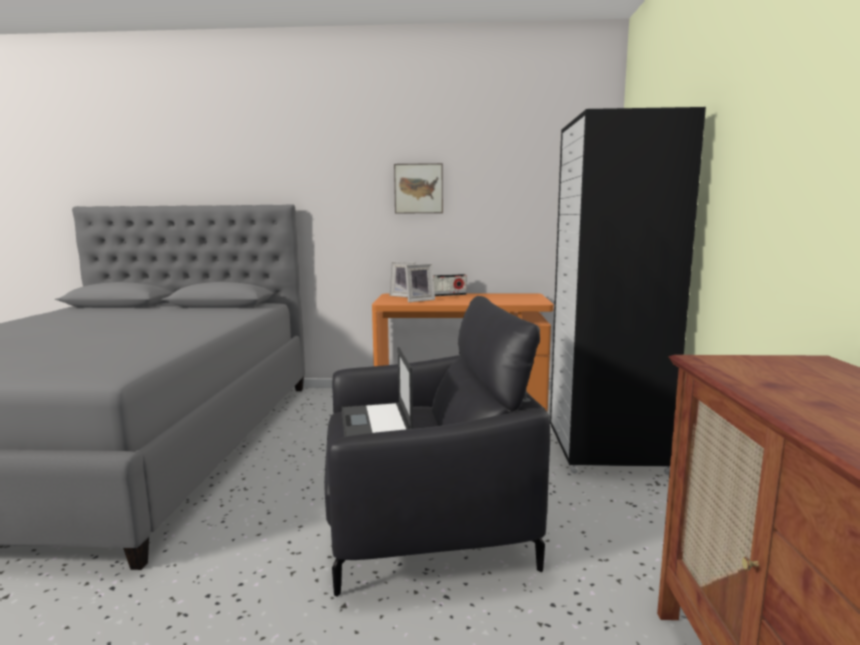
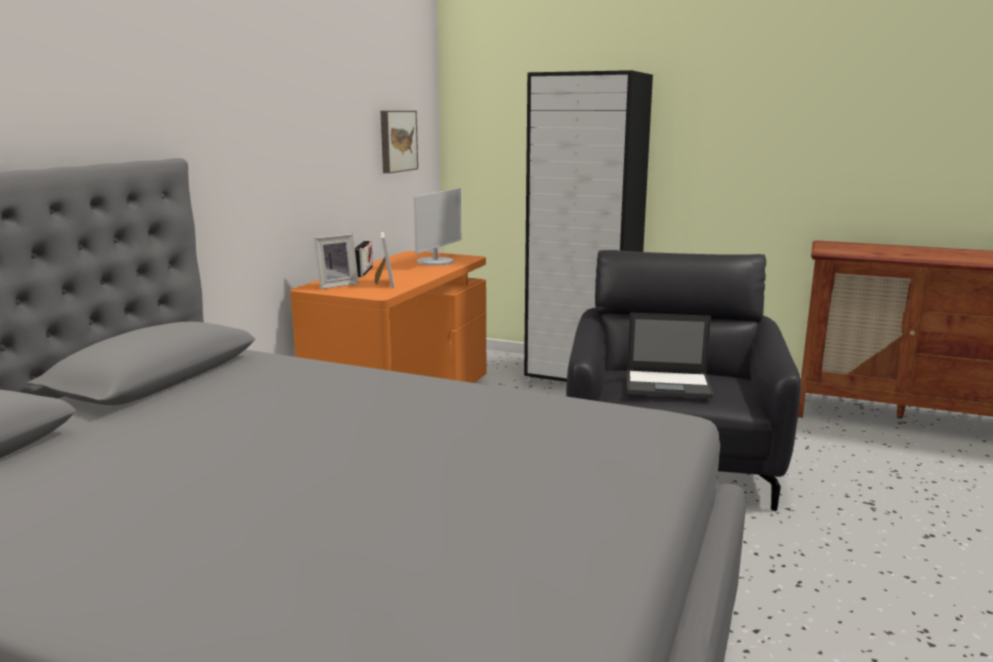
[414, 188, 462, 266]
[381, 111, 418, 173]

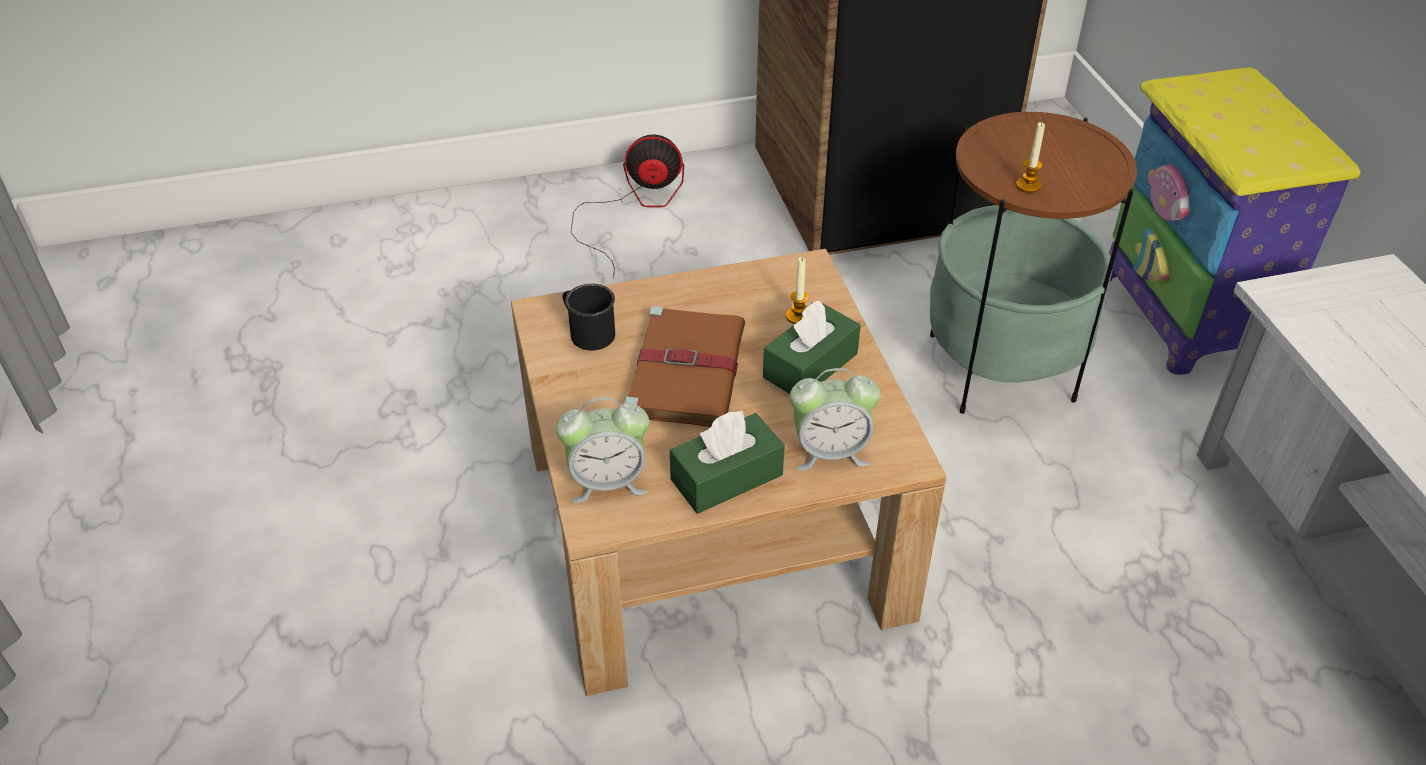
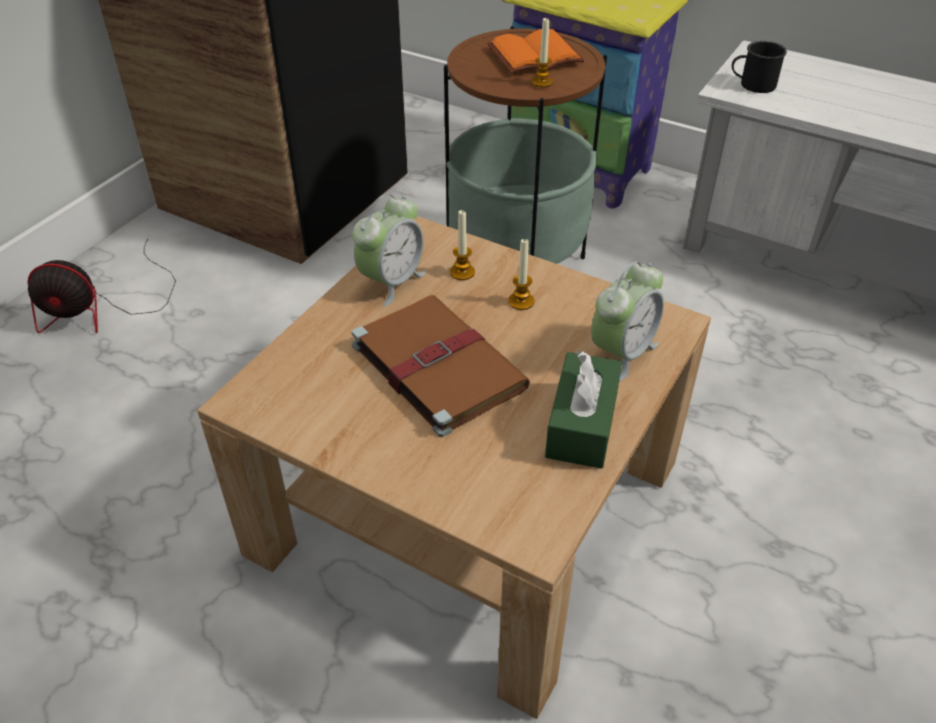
[487, 29, 585, 74]
[352, 194, 426, 306]
[732, 41, 787, 93]
[508, 238, 534, 310]
[28, 239, 176, 333]

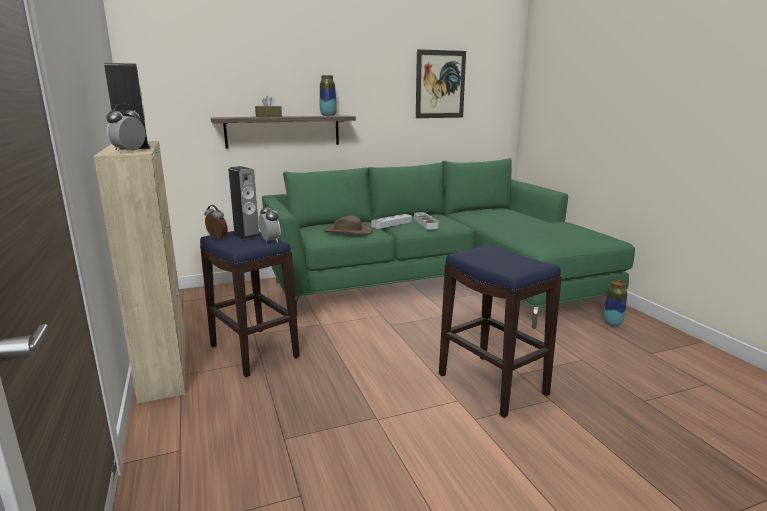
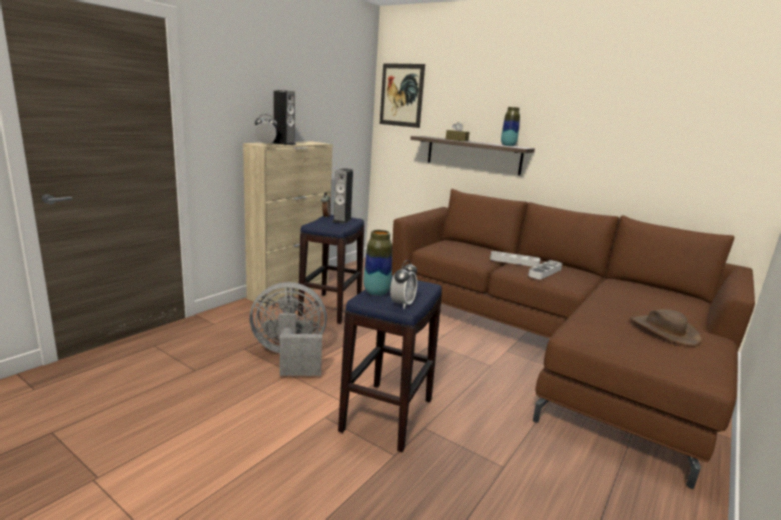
[250, 282, 327, 376]
[390, 260, 417, 309]
[630, 309, 702, 347]
[380, 63, 425, 128]
[364, 230, 392, 296]
[392, 189, 755, 489]

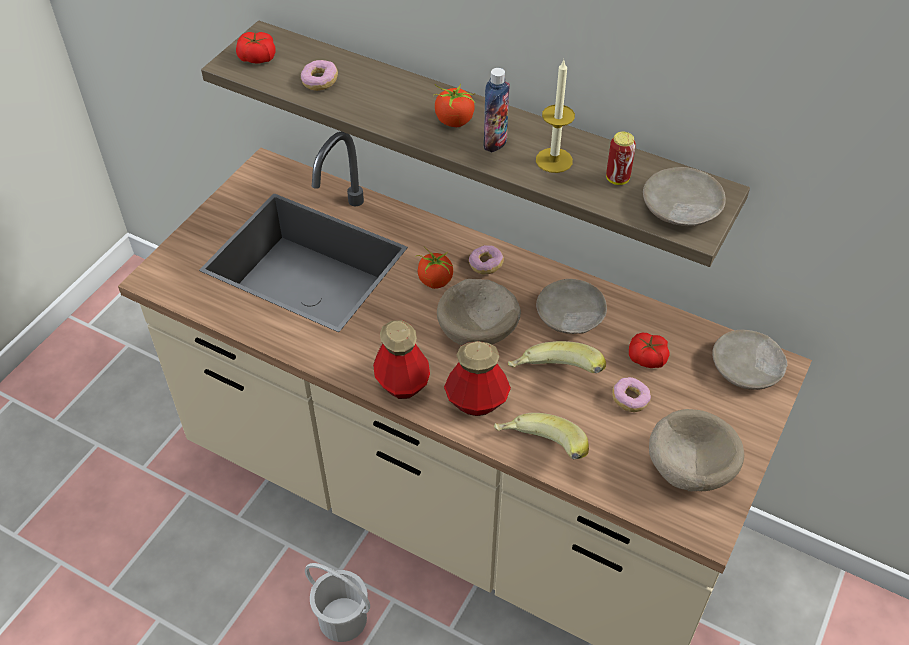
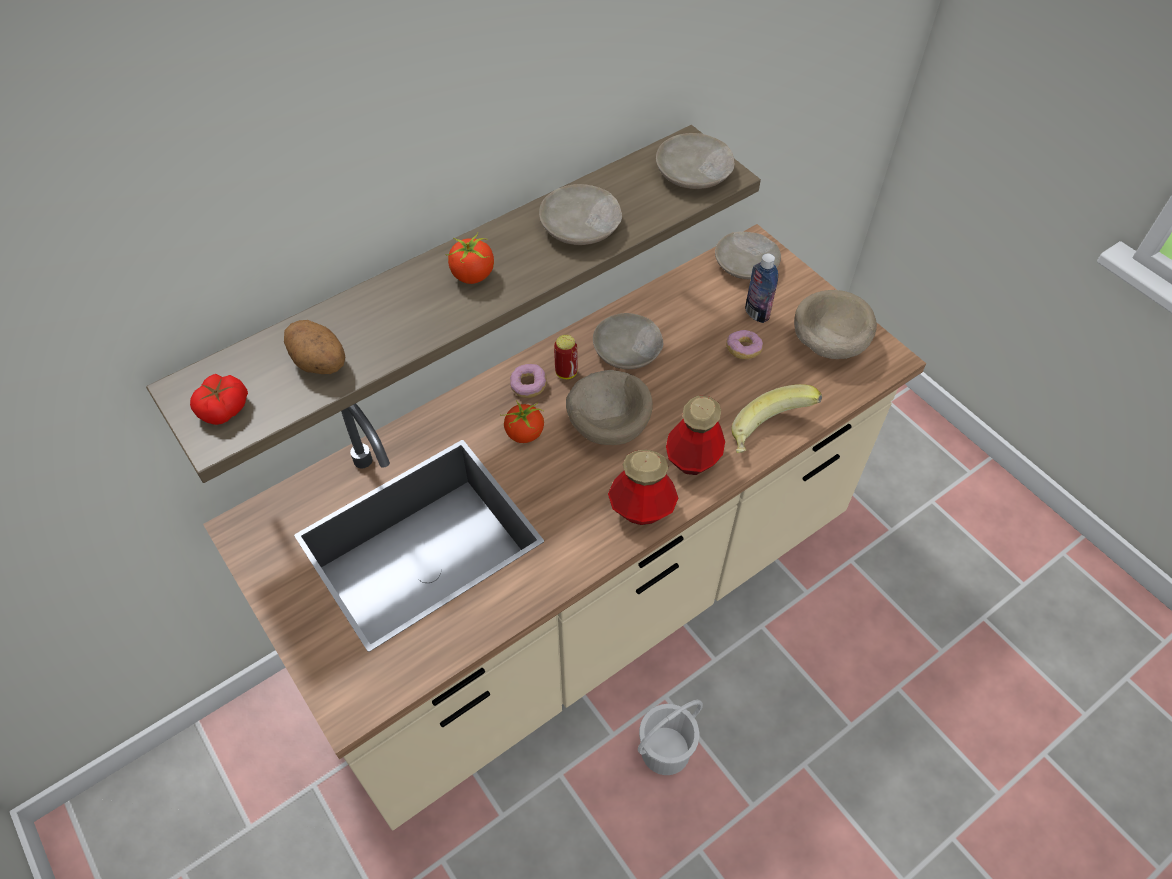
[508, 341, 606, 373] (first image)
[629, 333, 670, 368] (first image)
[745, 254, 778, 323]
[554, 335, 578, 379]
[284, 320, 345, 374]
[539, 184, 622, 245]

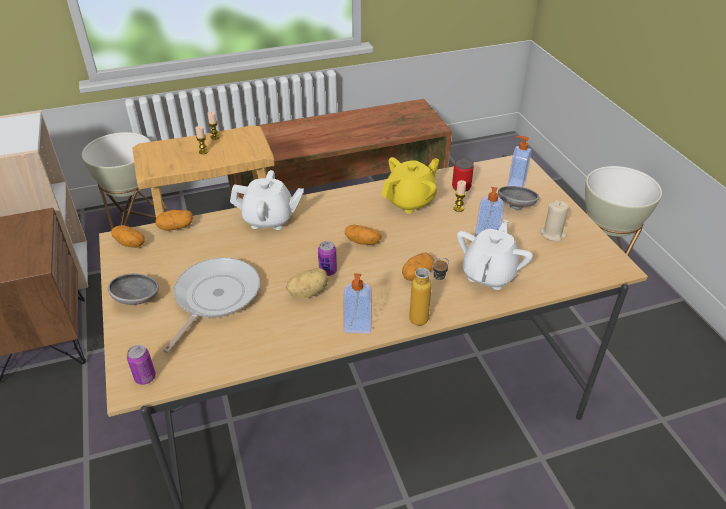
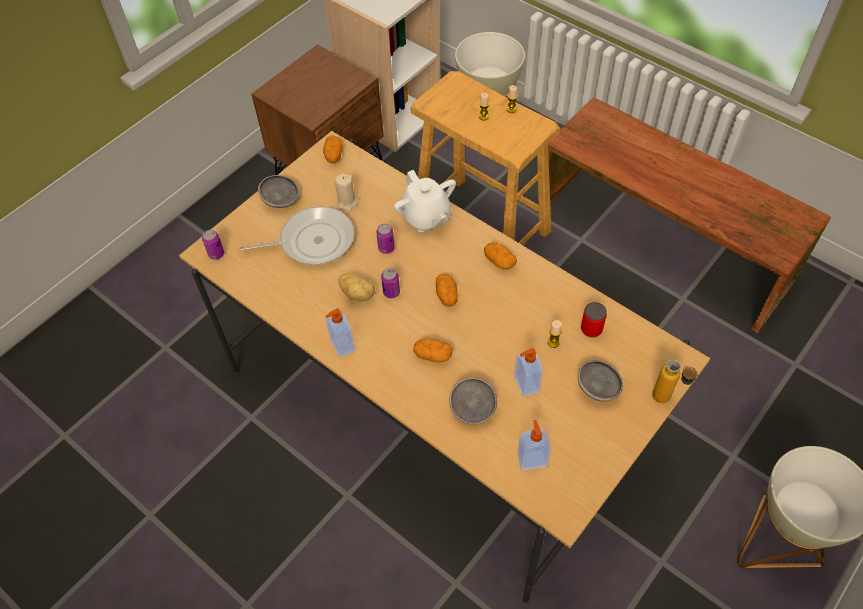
[381, 157, 439, 214] (first image)
[376, 224, 395, 254]
[484, 242, 517, 270]
[652, 359, 698, 403]
[517, 420, 551, 470]
[335, 173, 358, 211]
[449, 377, 497, 425]

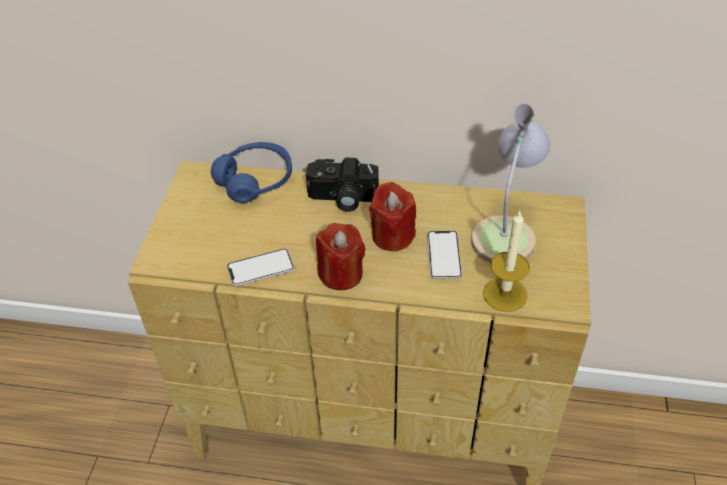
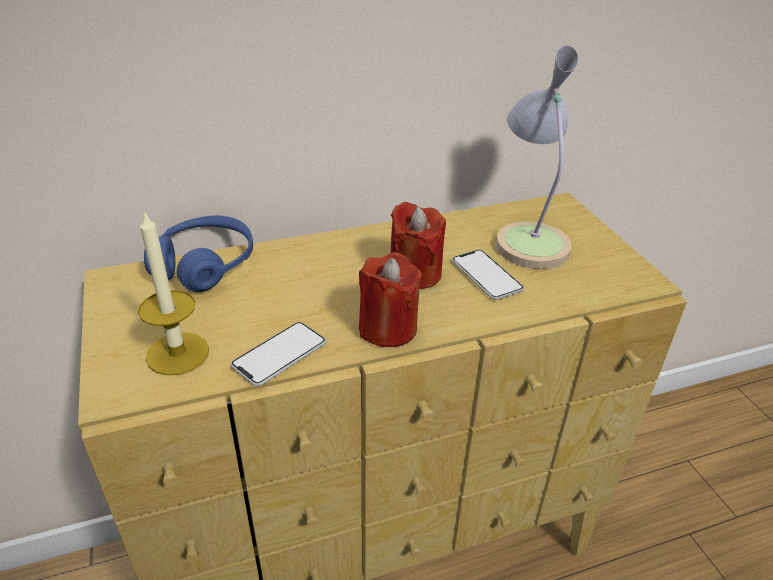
[306, 157, 379, 212] (first image)
[138, 210, 209, 376]

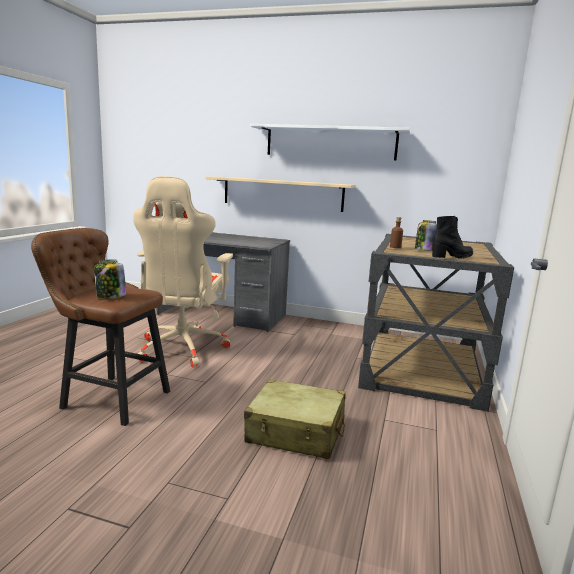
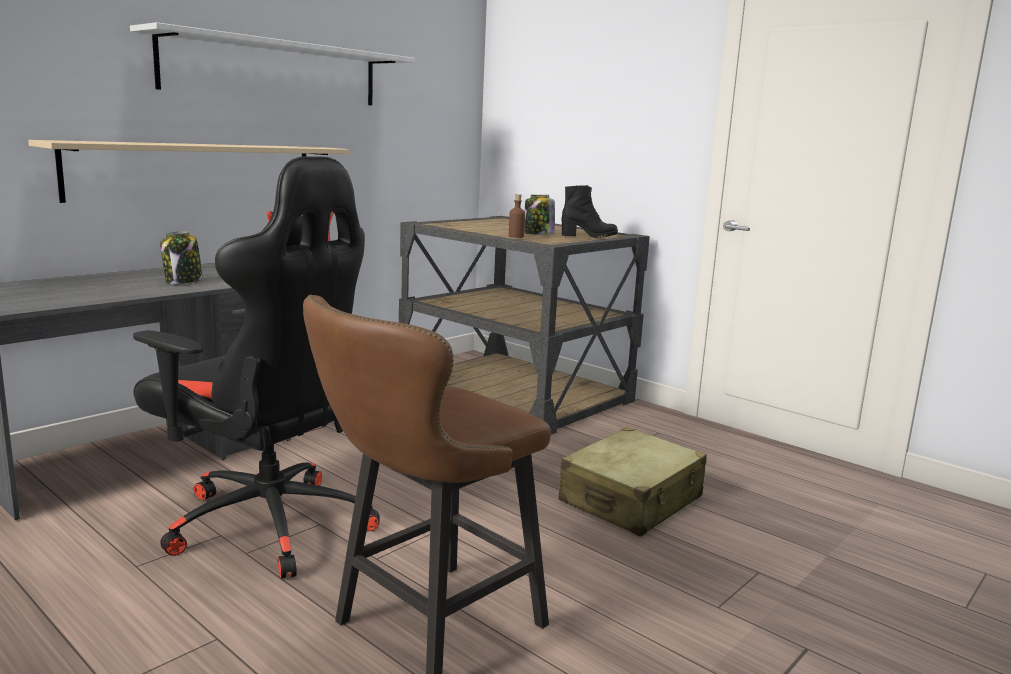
[160, 231, 203, 284]
[133, 156, 380, 578]
[562, 185, 618, 238]

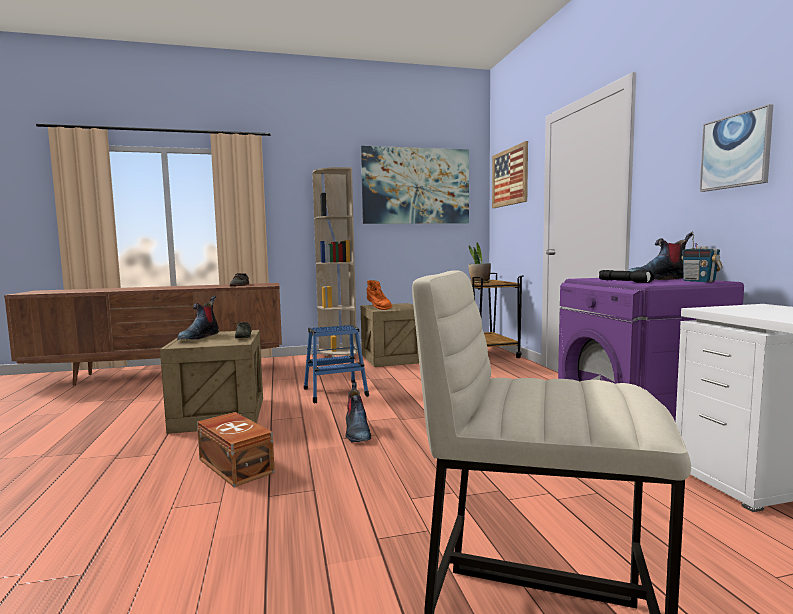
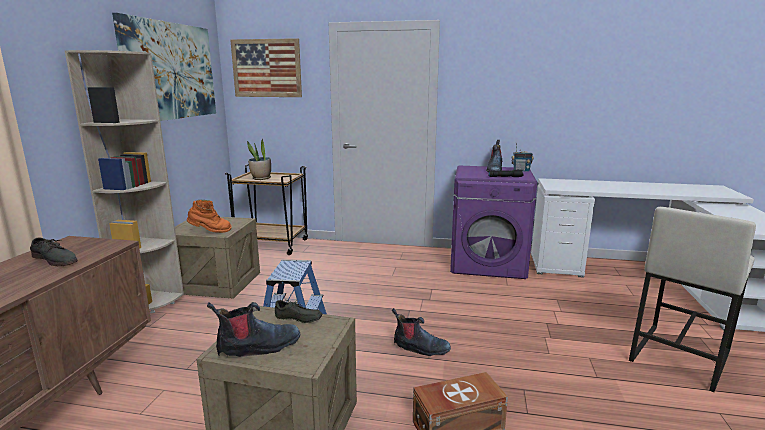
[700, 104, 773, 192] (first image)
[207, 302, 300, 357]

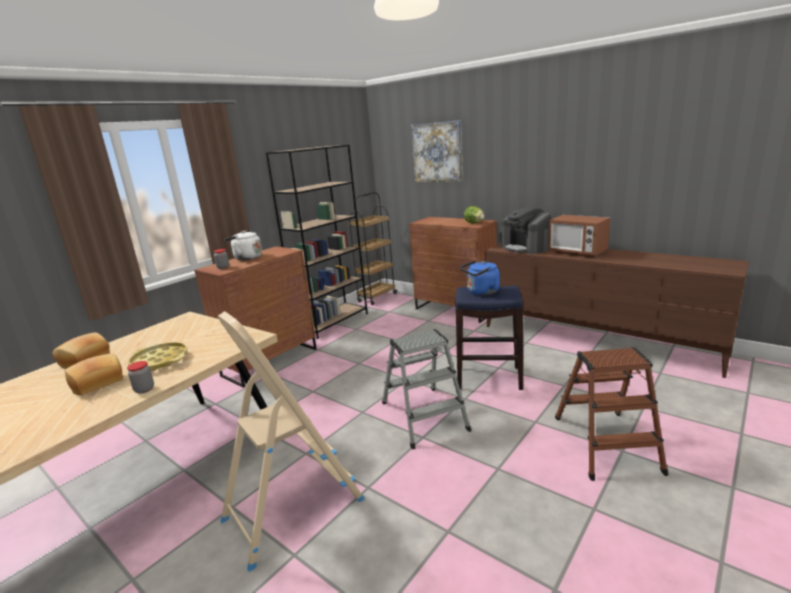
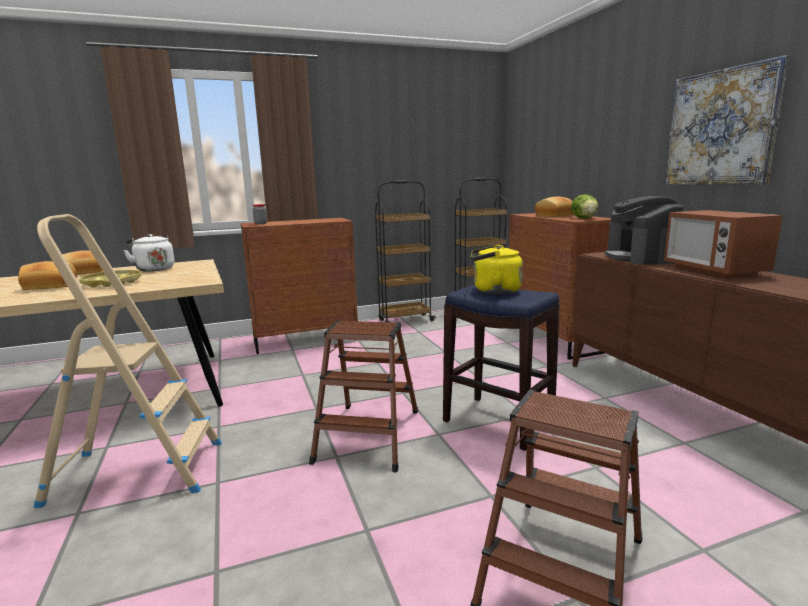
[127, 361, 154, 394] (first image)
[535, 196, 574, 217]
[123, 234, 174, 272]
[665, 55, 789, 185]
[375, 180, 437, 322]
[309, 320, 418, 472]
[471, 245, 523, 294]

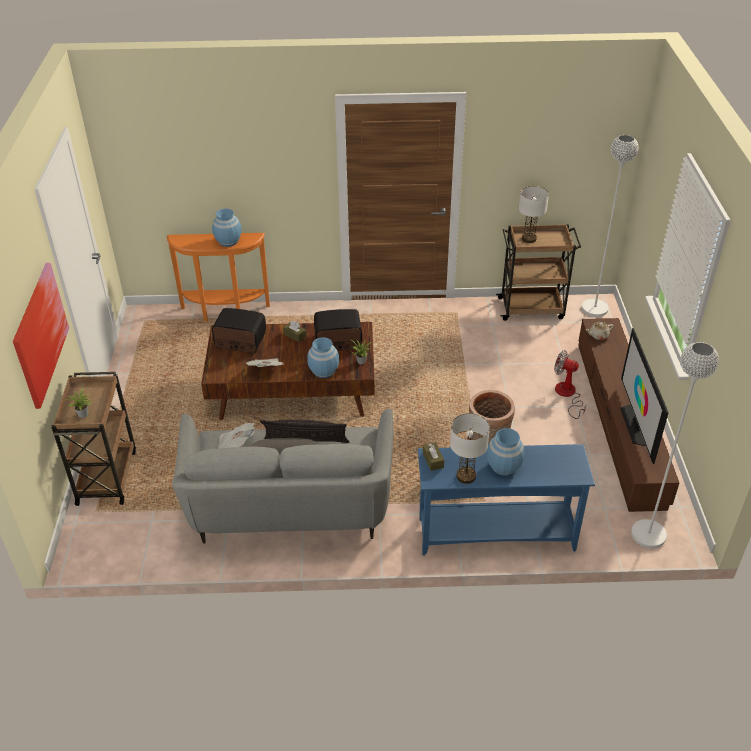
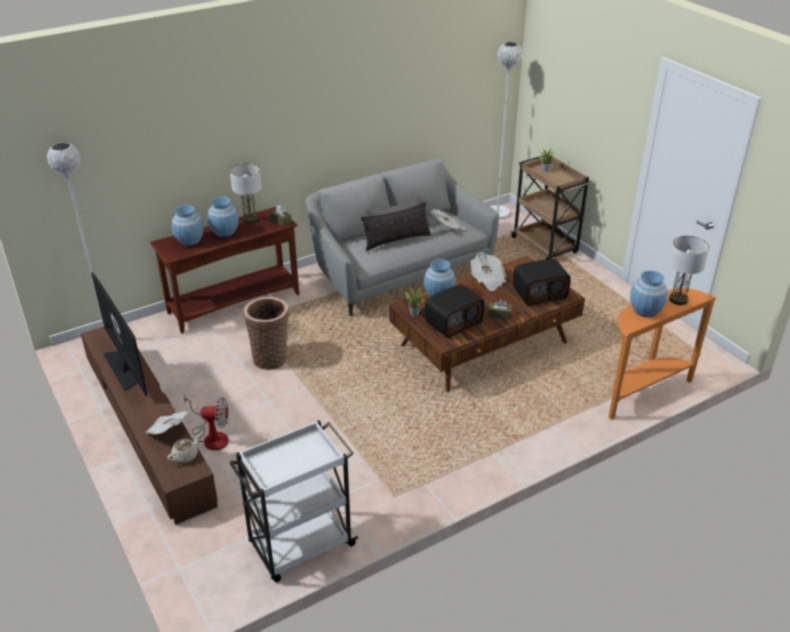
[13, 263, 69, 409] (first image)
[146, 411, 189, 434]
[172, 205, 204, 246]
[669, 236, 709, 305]
[490, 42, 522, 220]
[150, 207, 299, 334]
[229, 420, 358, 582]

